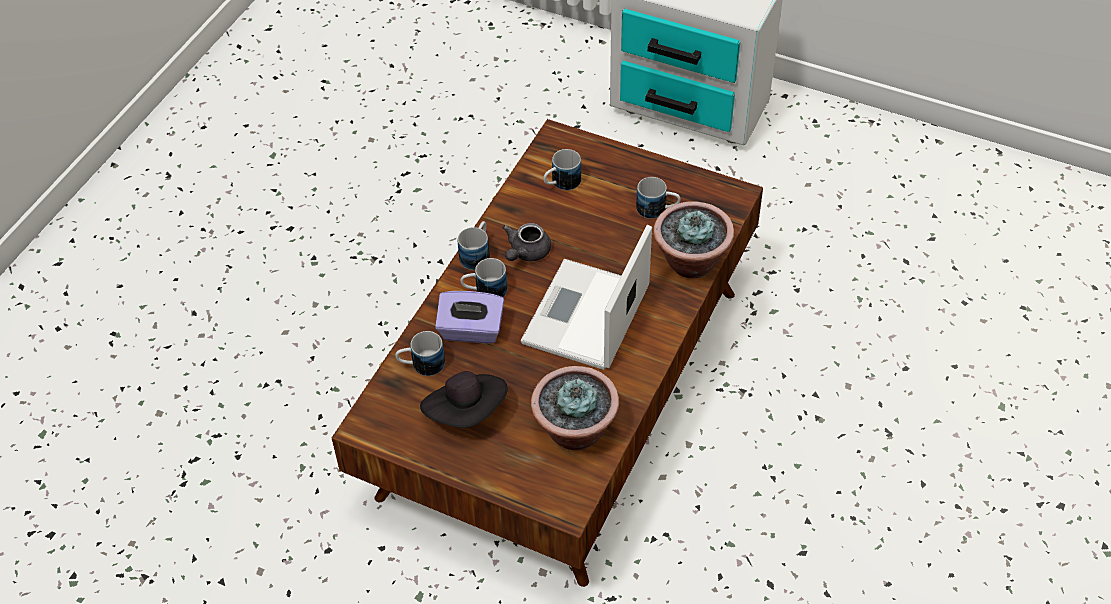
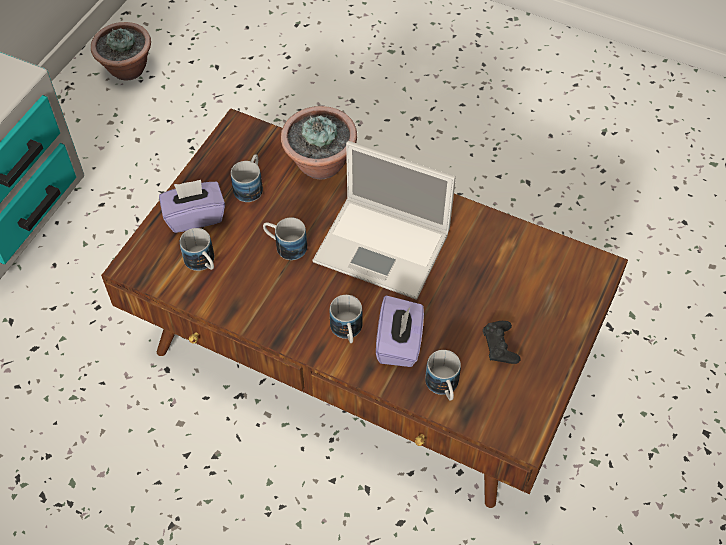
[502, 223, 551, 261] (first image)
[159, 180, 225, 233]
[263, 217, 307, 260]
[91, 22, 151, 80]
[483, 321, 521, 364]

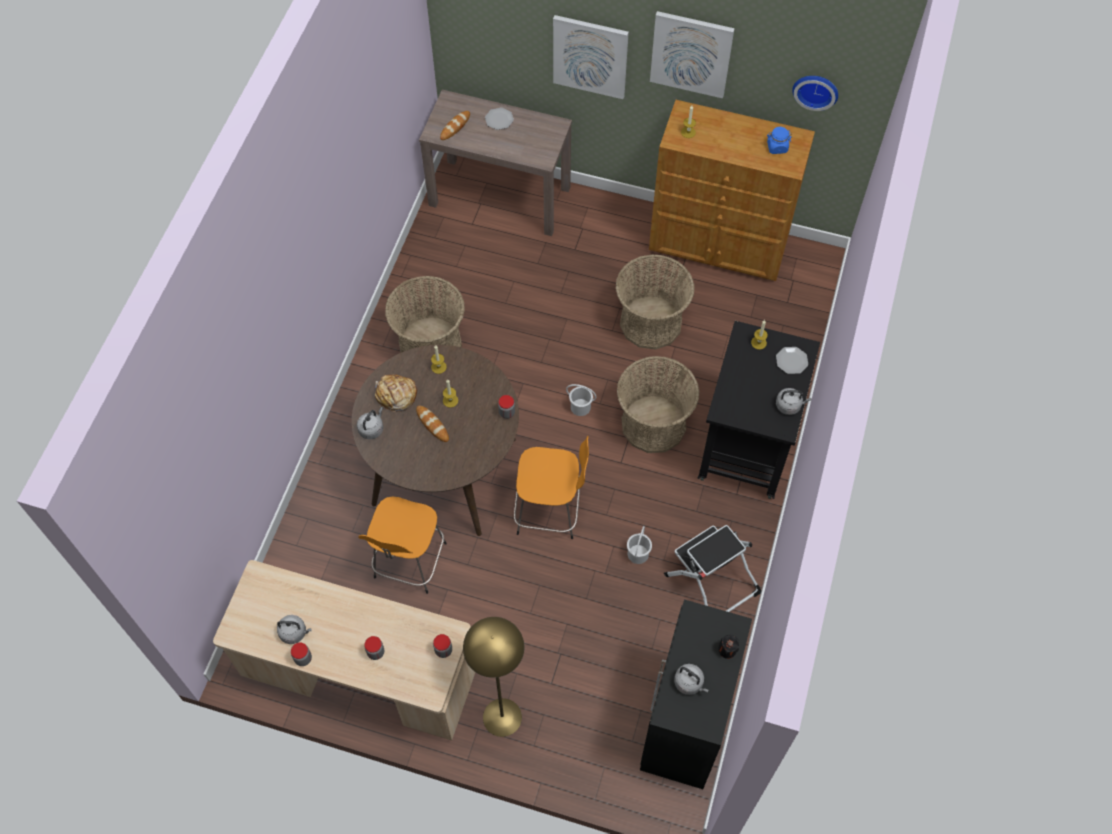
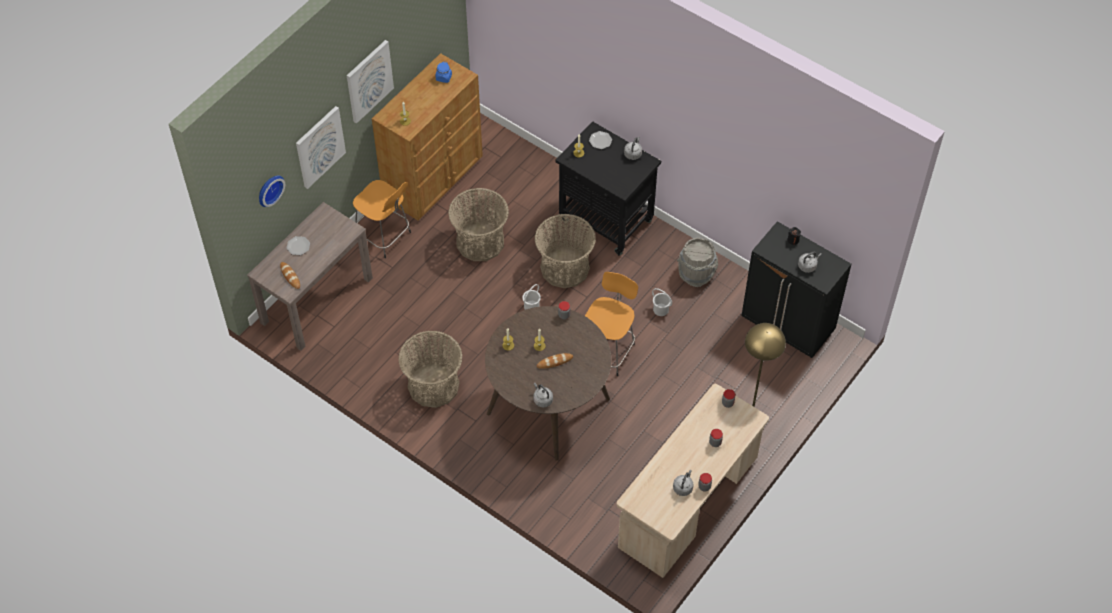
[375, 374, 417, 412] (first image)
[353, 180, 411, 258]
[259, 176, 285, 207]
[677, 237, 718, 287]

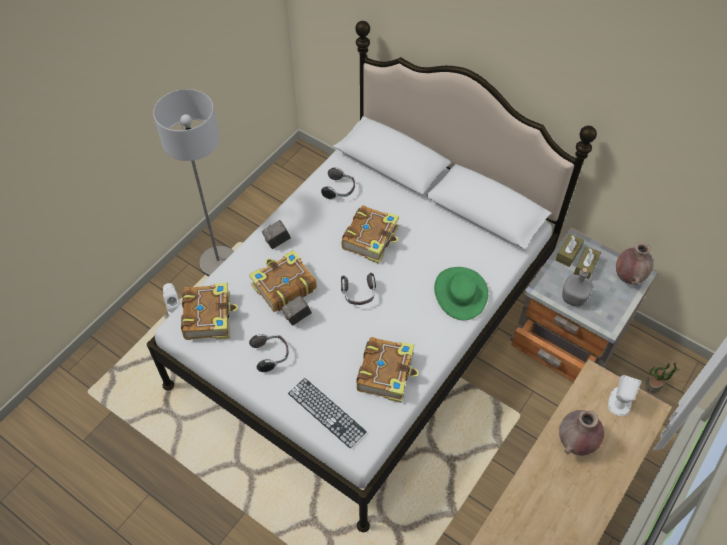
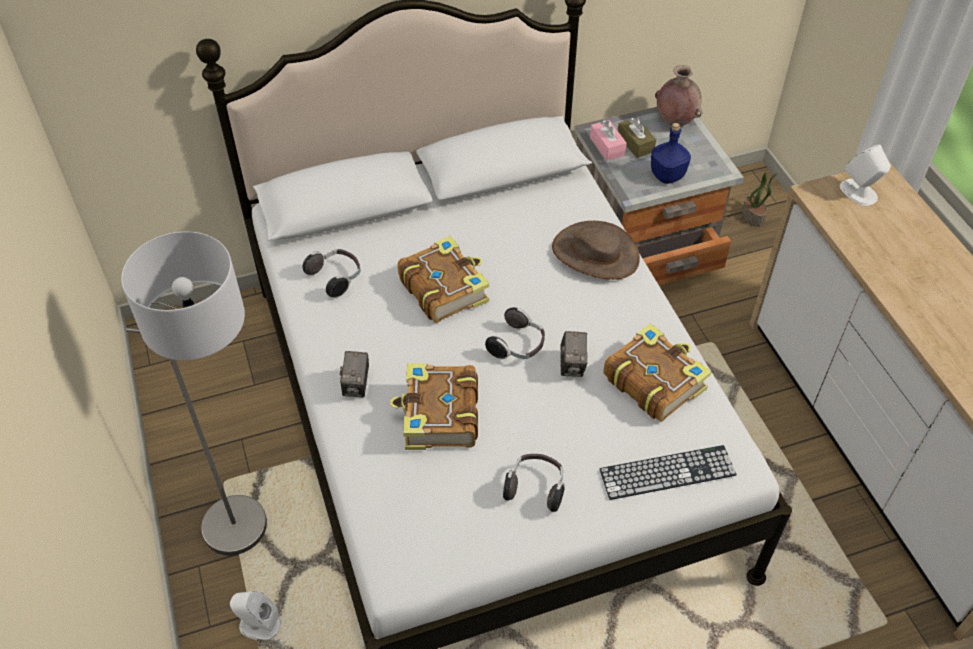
[181, 283, 238, 340] (first image)
[559, 410, 604, 455] (first image)
[560, 331, 588, 377]
[552, 221, 640, 280]
[590, 120, 627, 161]
[651, 123, 691, 184]

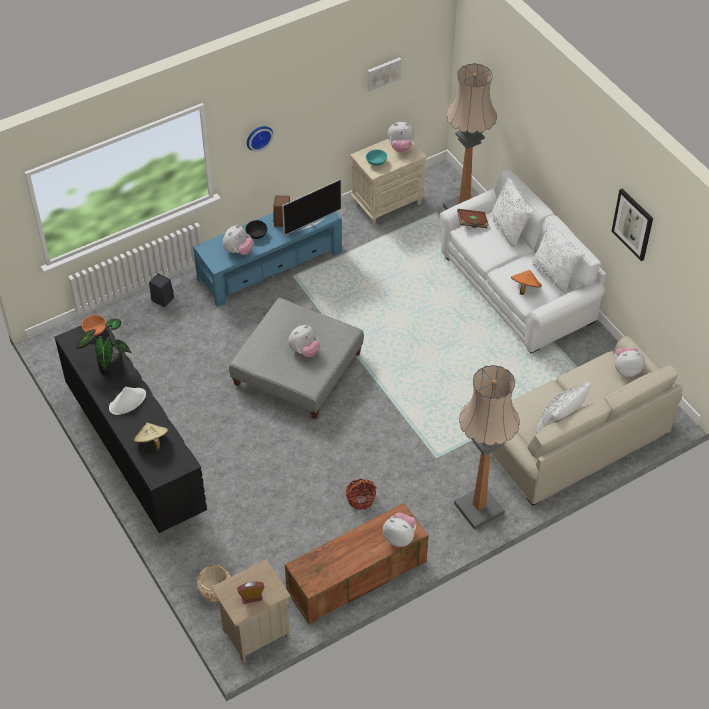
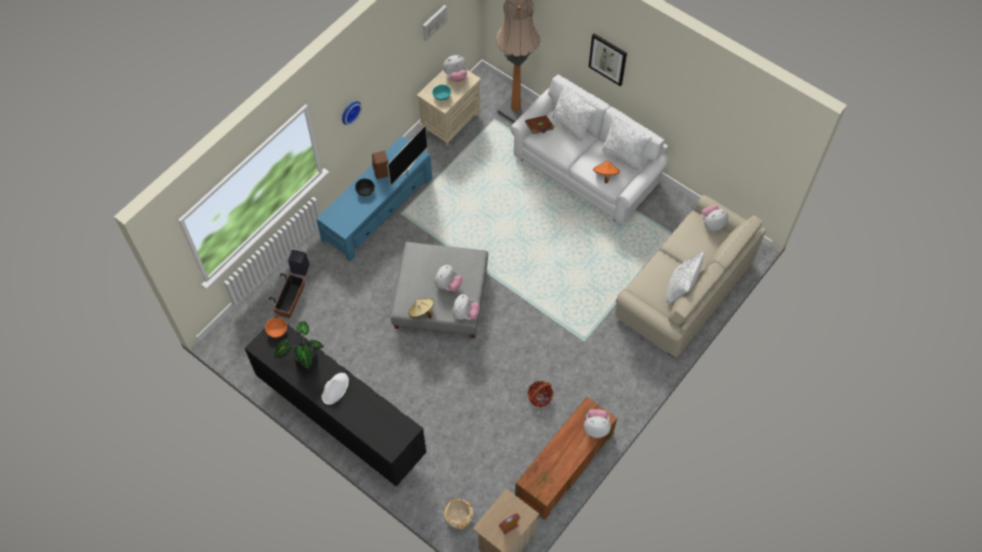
[454, 365, 520, 530] (first image)
[269, 273, 305, 319]
[409, 298, 434, 319]
[452, 294, 480, 320]
[589, 34, 627, 86]

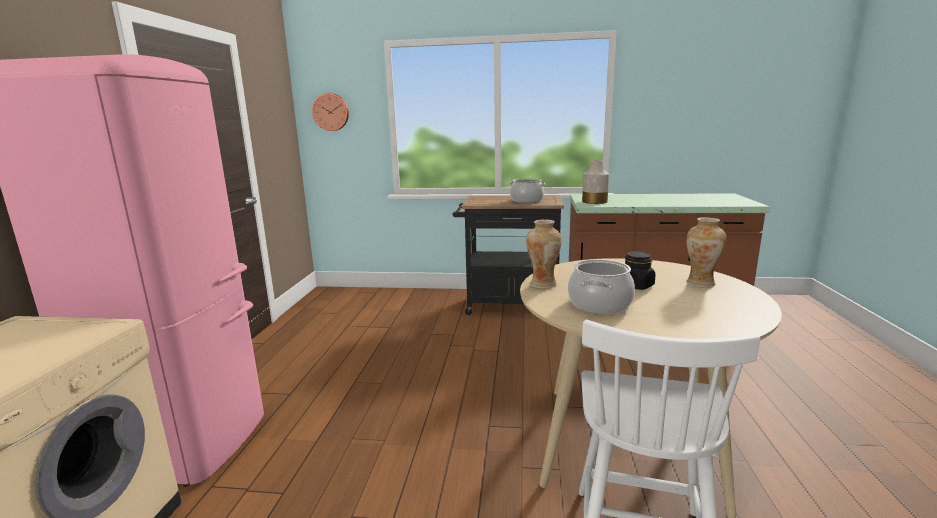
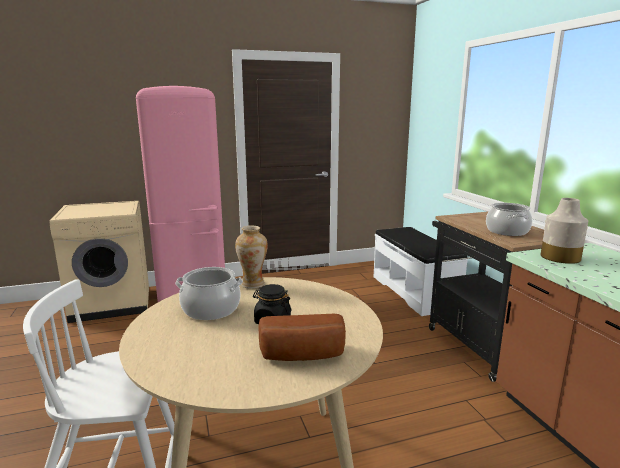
[312, 93, 349, 131] (first image)
[374, 227, 468, 316]
[258, 314, 346, 361]

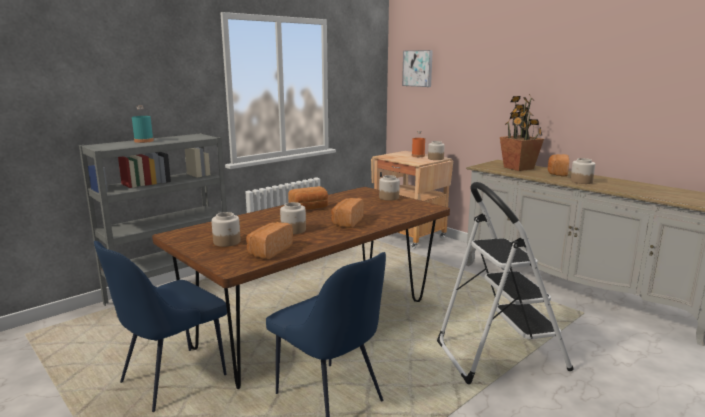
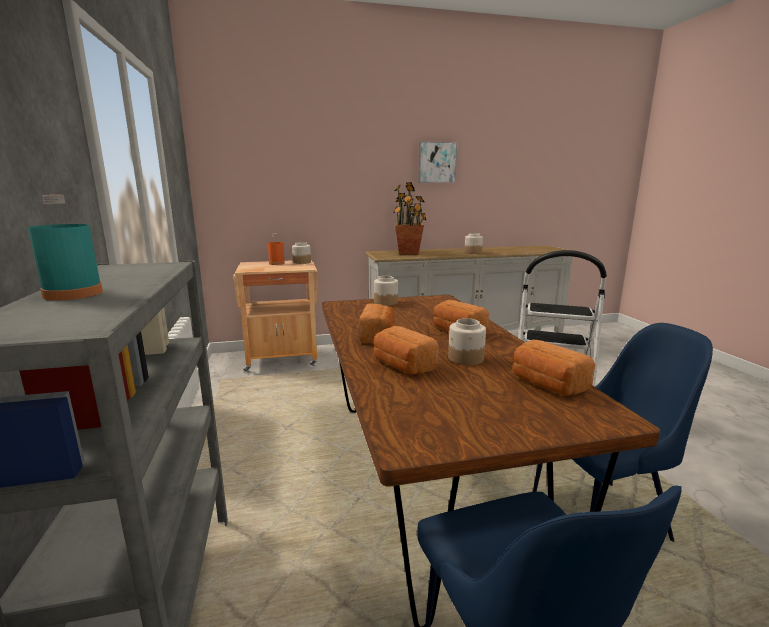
[211, 212, 241, 247] (first image)
[418, 141, 458, 183]
[373, 326, 439, 374]

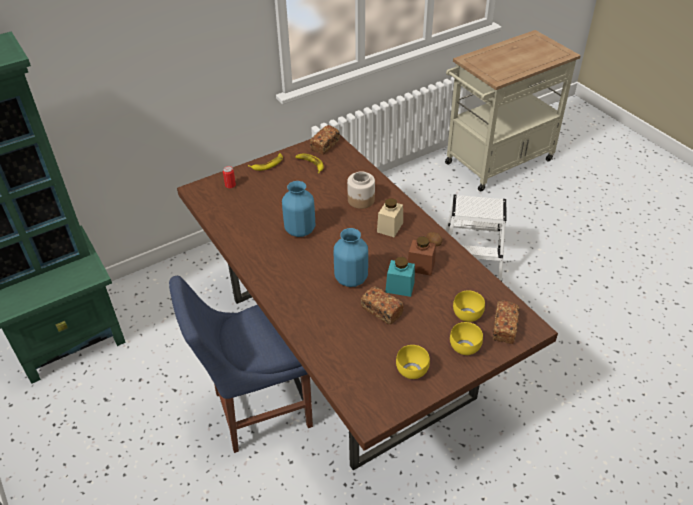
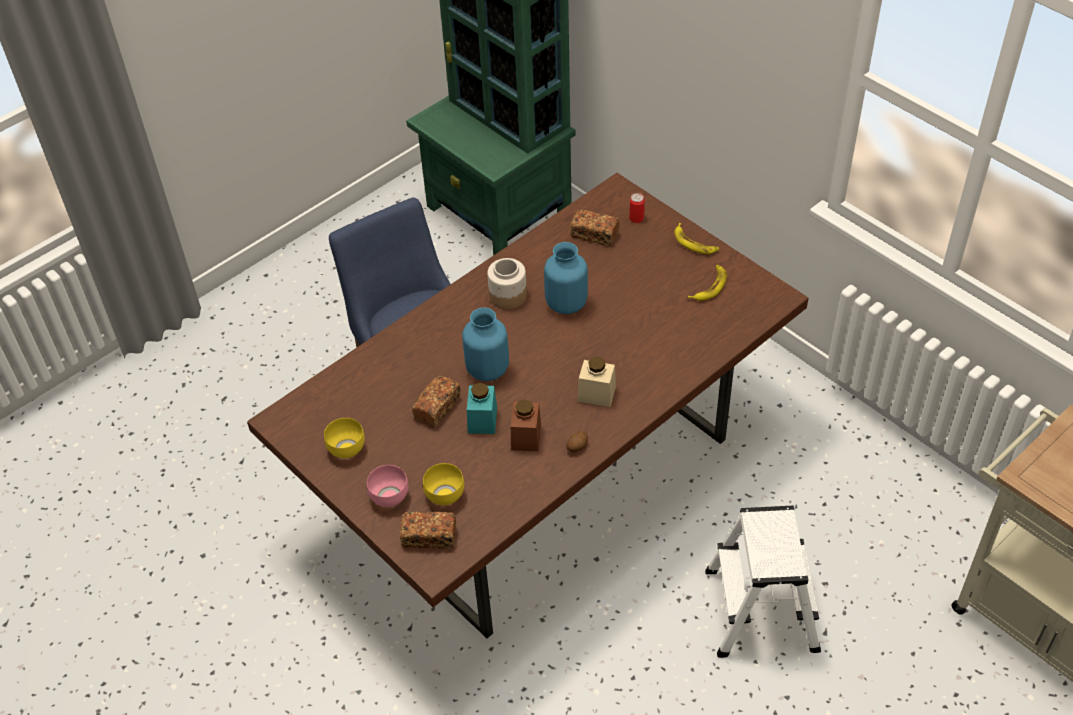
[570, 210, 619, 246]
[487, 258, 527, 310]
[367, 465, 409, 507]

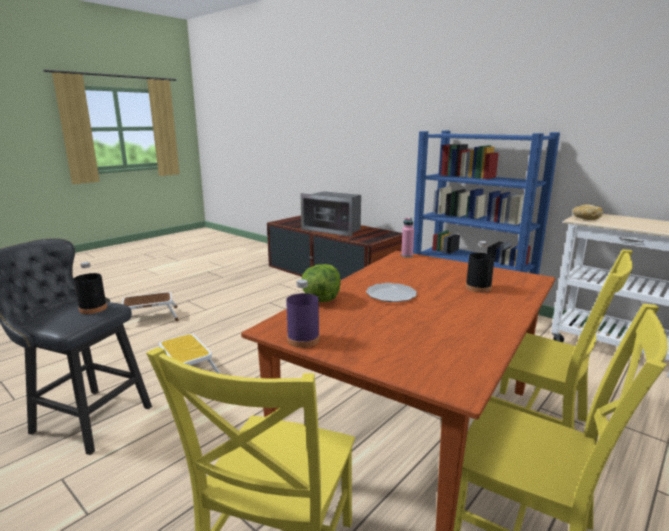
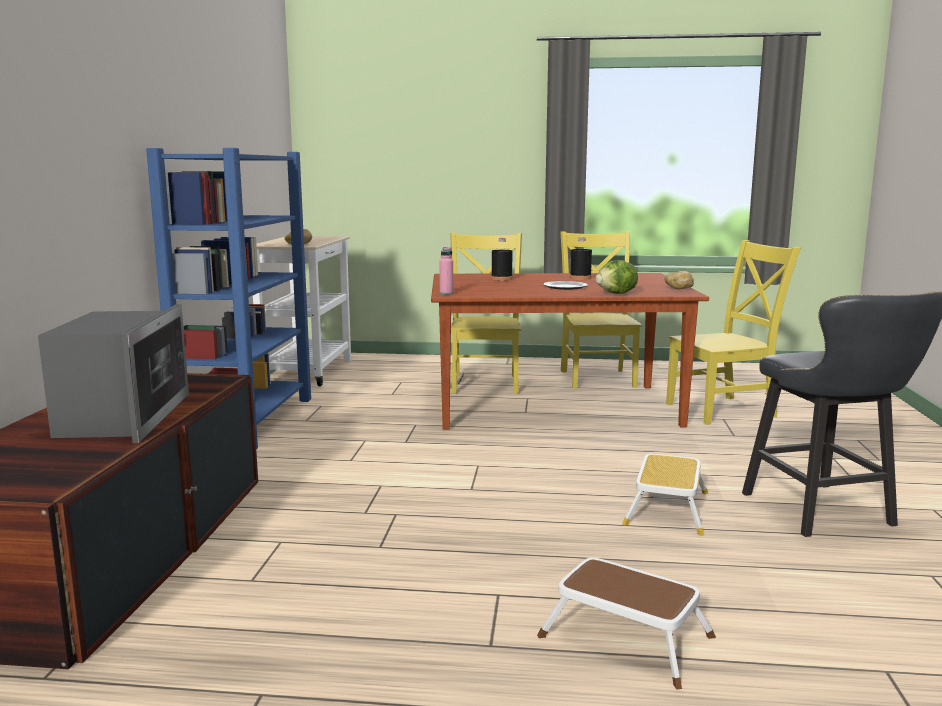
[570, 237, 592, 280]
[664, 271, 694, 289]

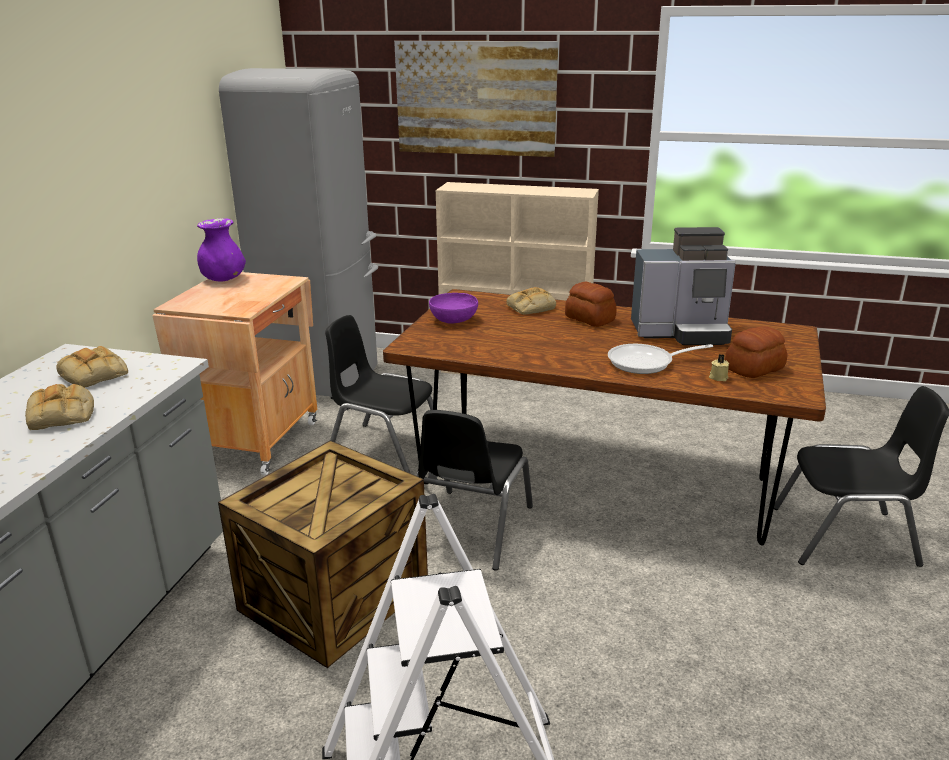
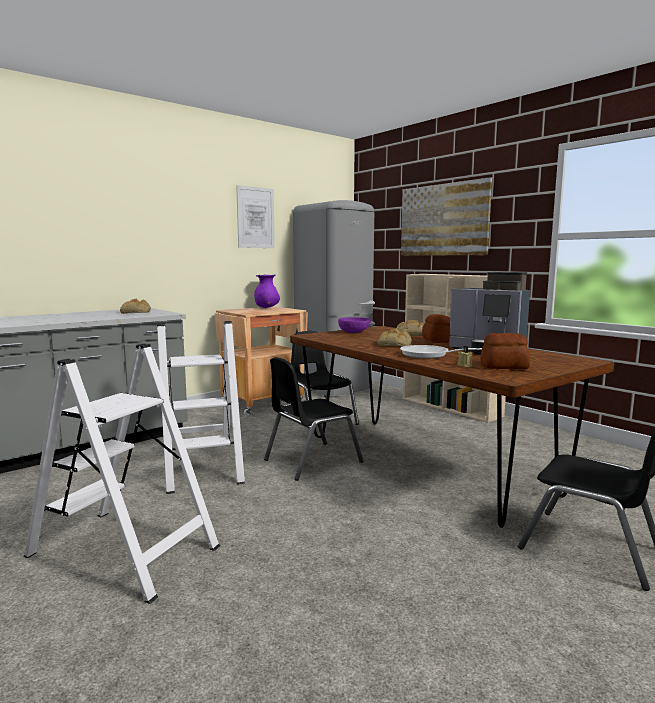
[236, 185, 275, 248]
[378, 328, 412, 347]
[157, 321, 245, 494]

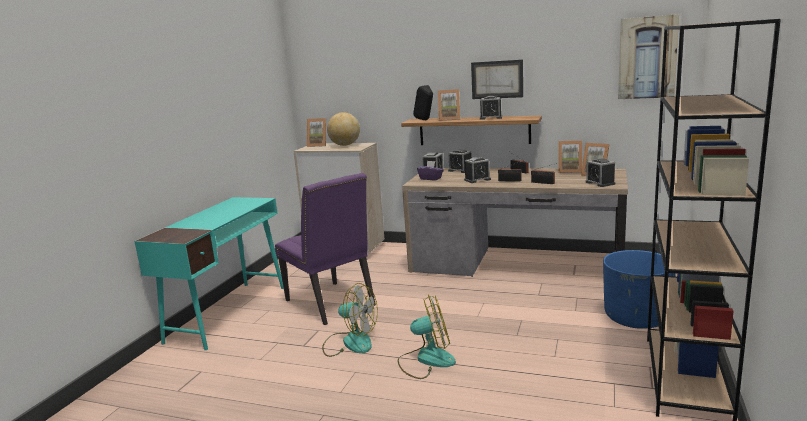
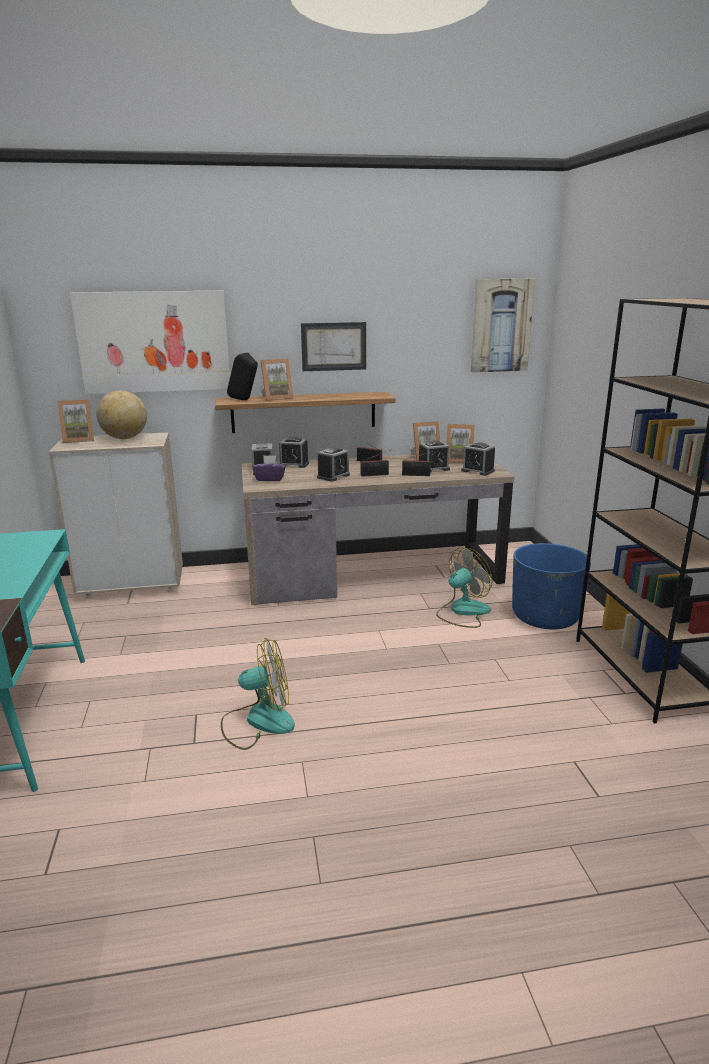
[275, 173, 376, 325] (first image)
[70, 291, 230, 394]
[436, 548, 493, 628]
[419, 441, 450, 472]

